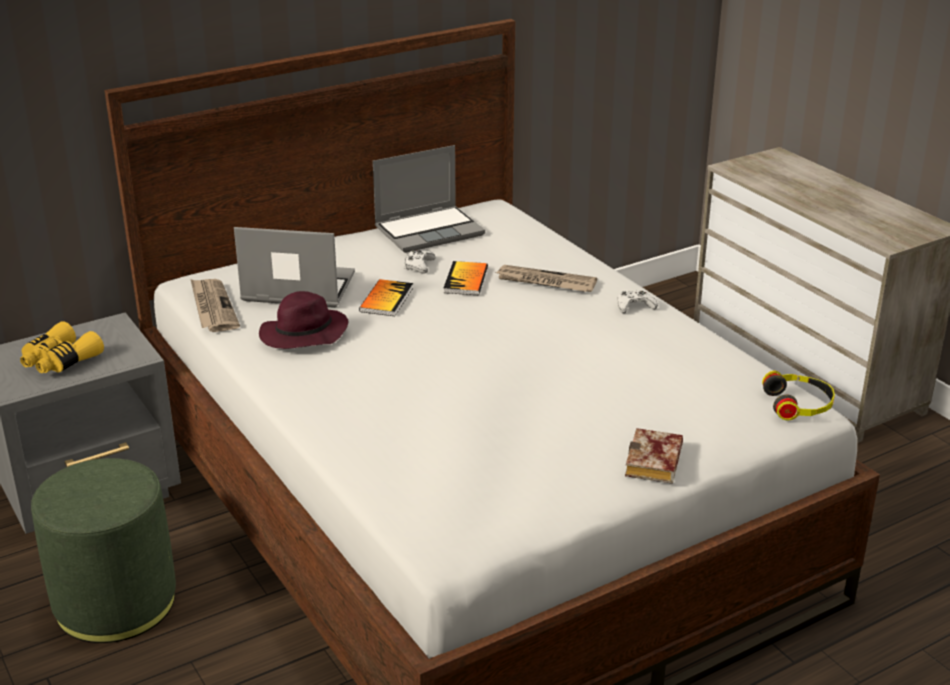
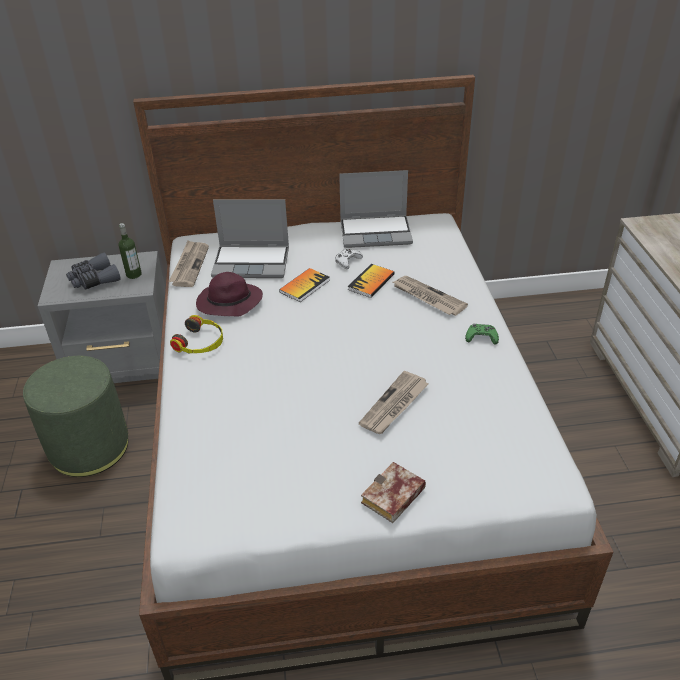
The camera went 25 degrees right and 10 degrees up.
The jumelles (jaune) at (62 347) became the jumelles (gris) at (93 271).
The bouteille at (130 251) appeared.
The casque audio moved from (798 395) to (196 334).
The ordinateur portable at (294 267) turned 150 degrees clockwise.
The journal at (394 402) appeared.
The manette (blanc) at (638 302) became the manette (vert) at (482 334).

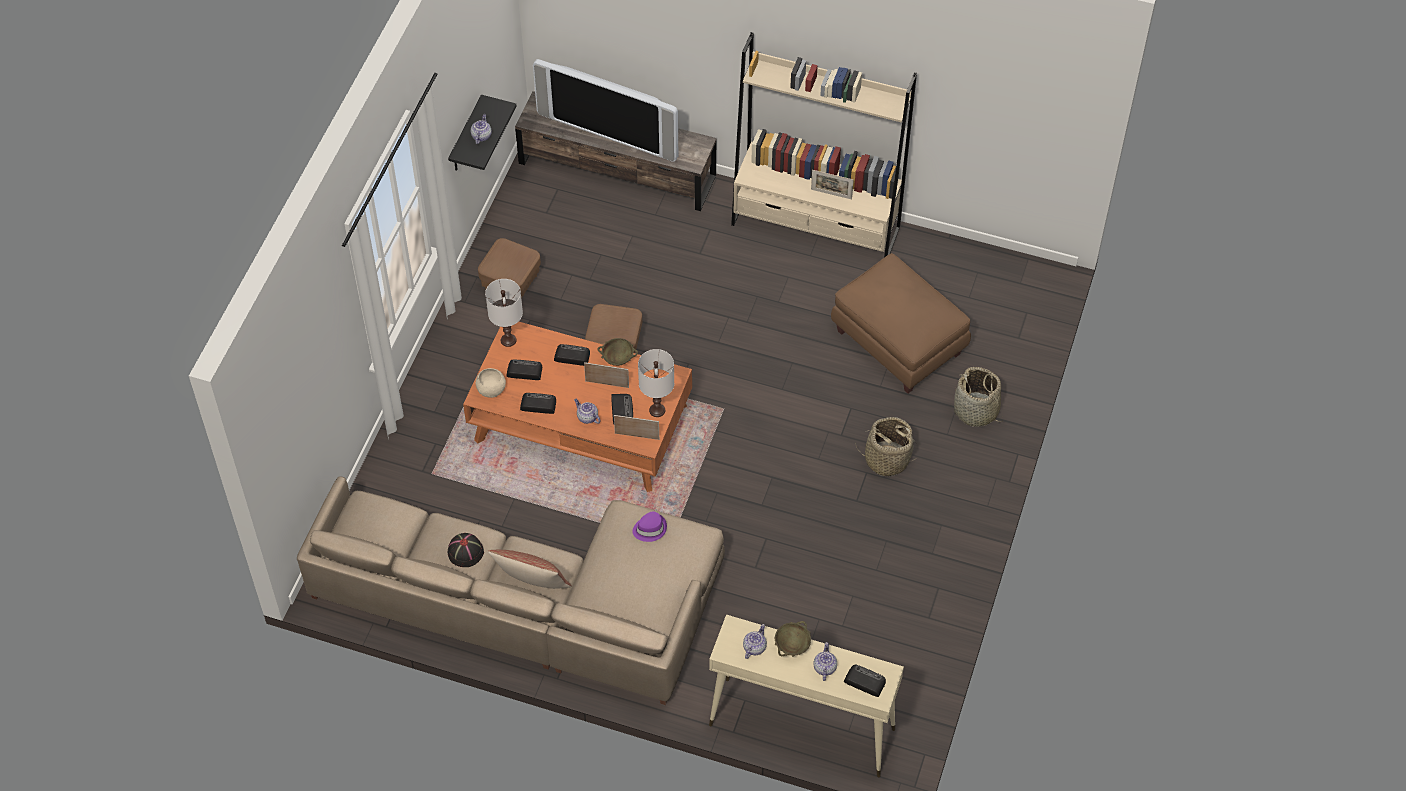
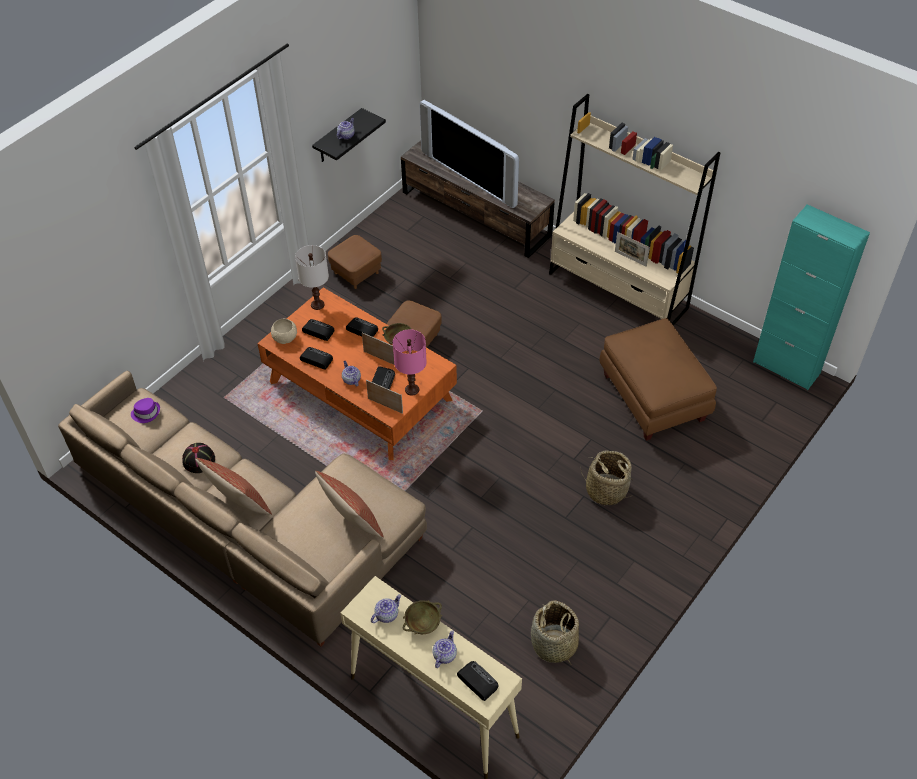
The camera went 20 degrees right and 5 degrees down.
The chapeau (violet) moved from (650 526) to (145 410).
The coussin at (349 504) appeared.
The lampe de table (blanc) at (656 383) became the lampe de table (rose) at (410 362).
The panier moved from (977 397) to (555 632).
The meuble de rangement (turquoise) at (811 297) appeared.

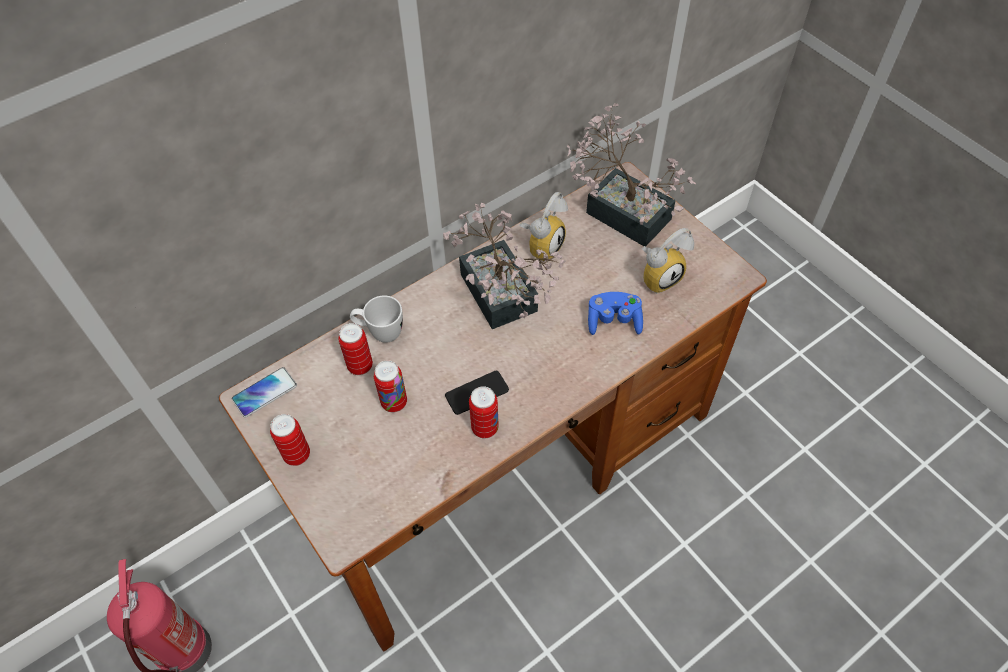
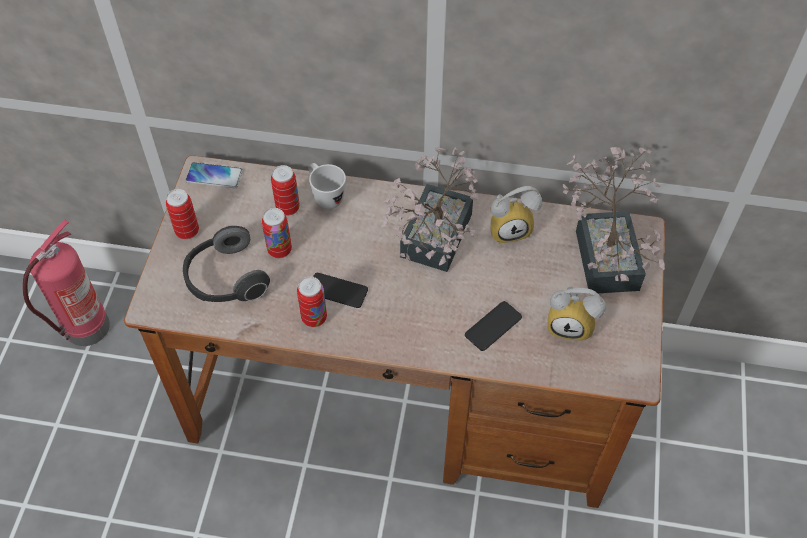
The camera went 45 degrees right and 0 degrees up.
The casque audio at (226 263) appeared.
The manette (bleu) at (615 313) was replaced by the téléphone at (493 326).

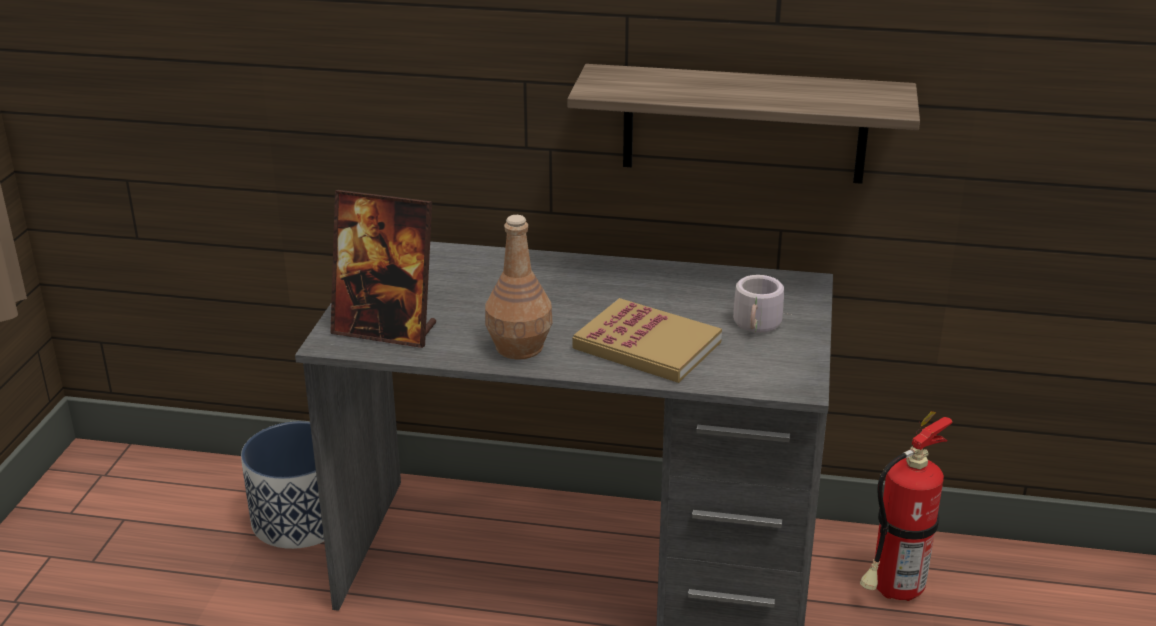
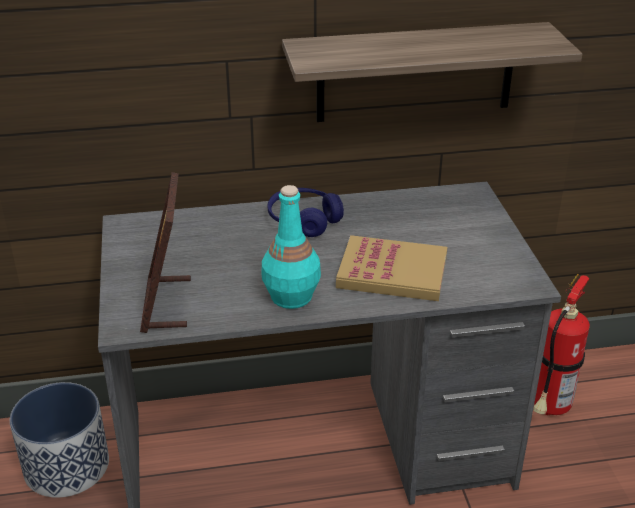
The camera went 20 degrees left and 5 degrees up.
The cadre photo at (383 269) turned 90 degrees clockwise.
The bouteille (marron) at (519 287) became the bouteille (turquoise) at (291 247).
The casque audio (bleu) at (306 212) appeared.
The mug (gris) at (762 304) disappeared.

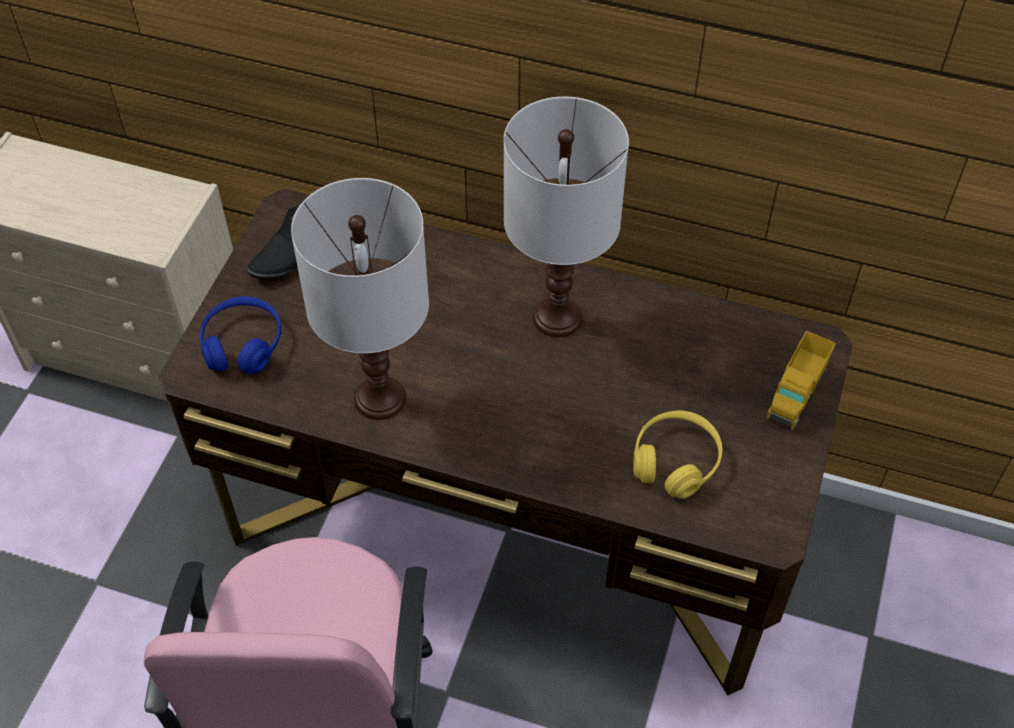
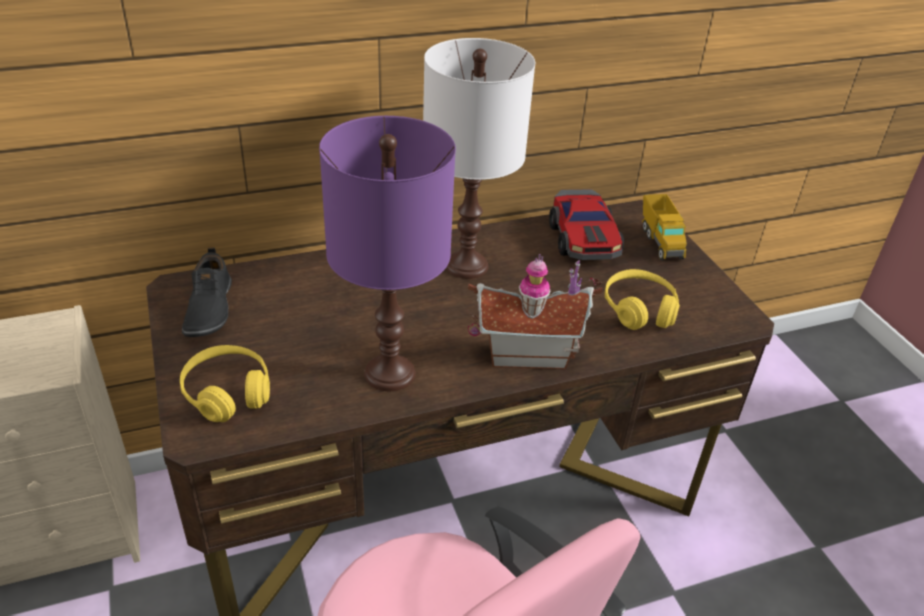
The camera went 40 degrees left and 15 degrees down.
The casque audio (bleu) at (241 335) became the casque audio (jaune) at (225 383).
The lampe de table (blanc) at (360 299) became the lampe de table (violet) at (387 253).
The maison miniature at (535 311) appeared.
The petite voiture at (586 224) appeared.

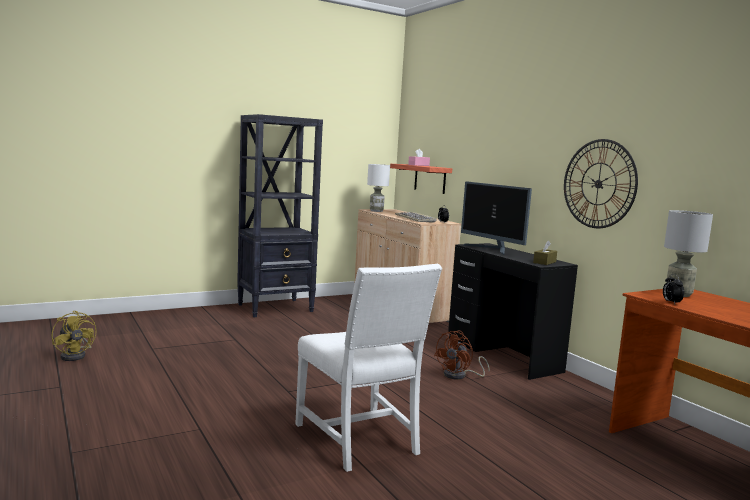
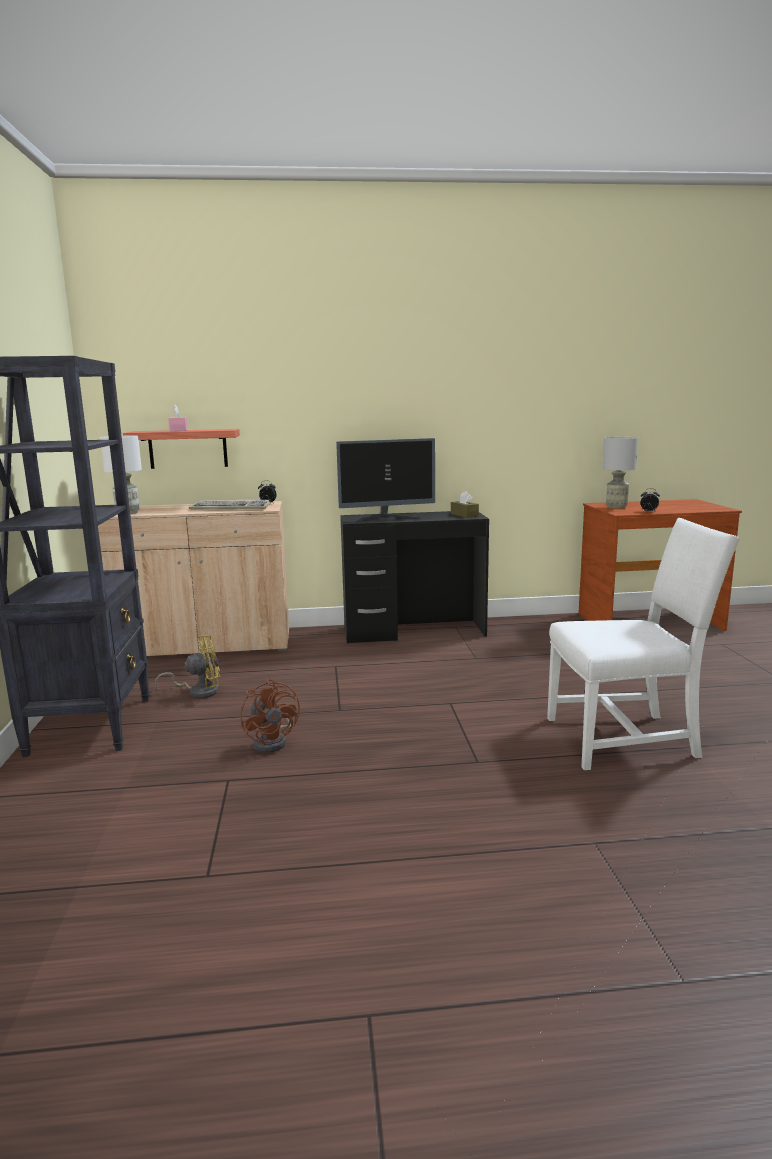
The camera went 65 degrees left and 5 degrees up.
The ventilateur (jaune) moved from (74 336) to (187 666).
The ventilateur (marron) moved from (462 355) to (270 716).
The horloge murale at (601 183) disappeared.

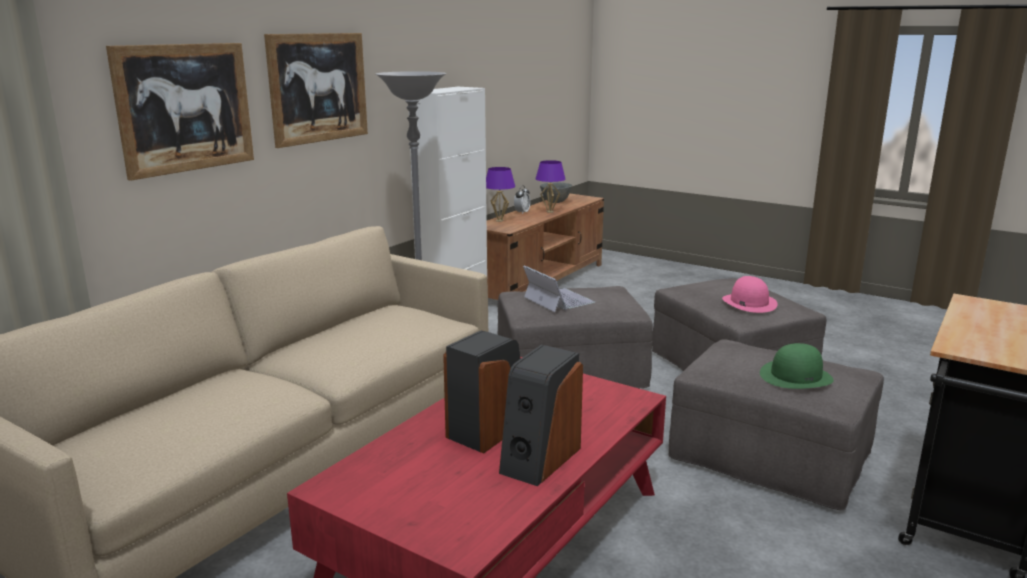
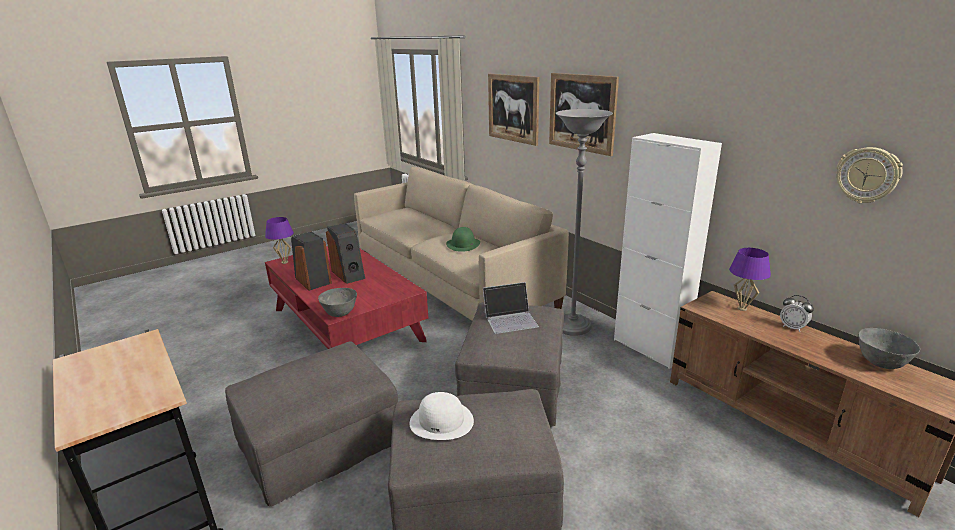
The camera went 110 degrees right and 5 degrees up.
The lampe de table (violet) moved from (550 186) to (279 240).
The bol (gris) at (337 302) appeared.
The chapeau (rose) at (750 294) became the chapeau (blanc) at (441 416).
The chapeau (vert) moved from (797 366) to (463 239).
The horloge murale at (869 175) appeared.

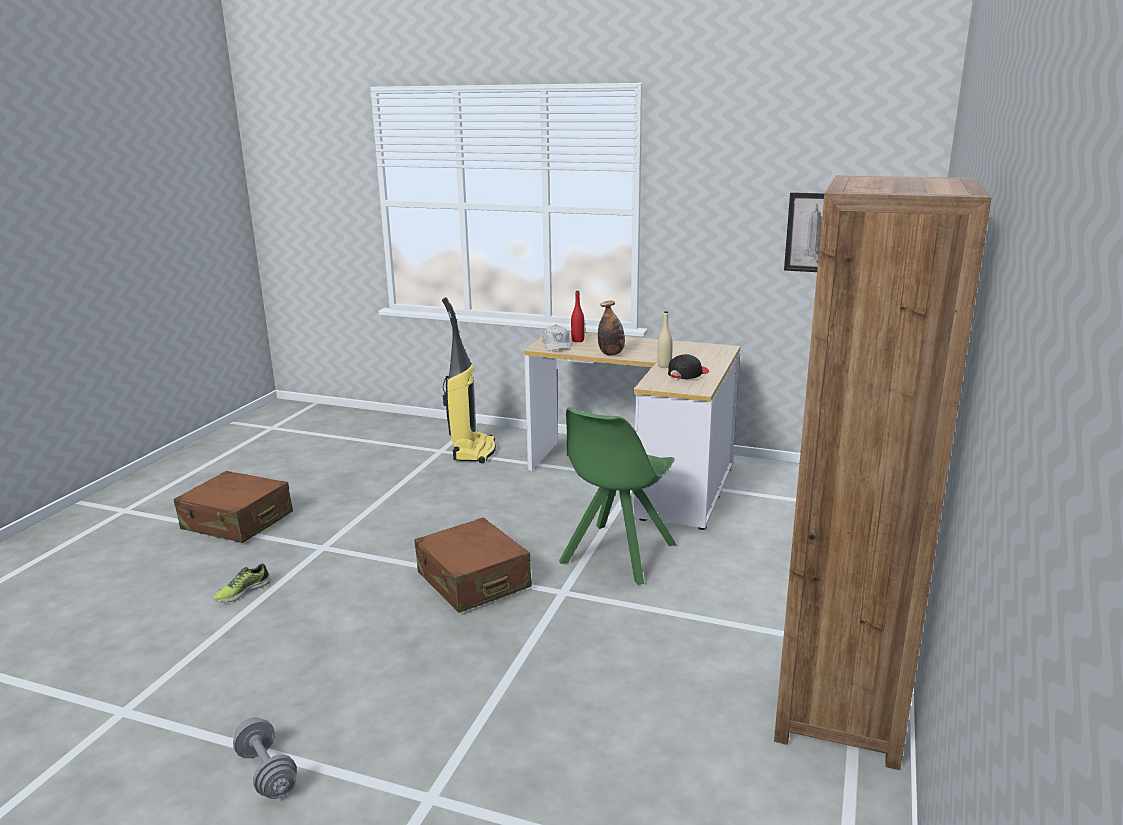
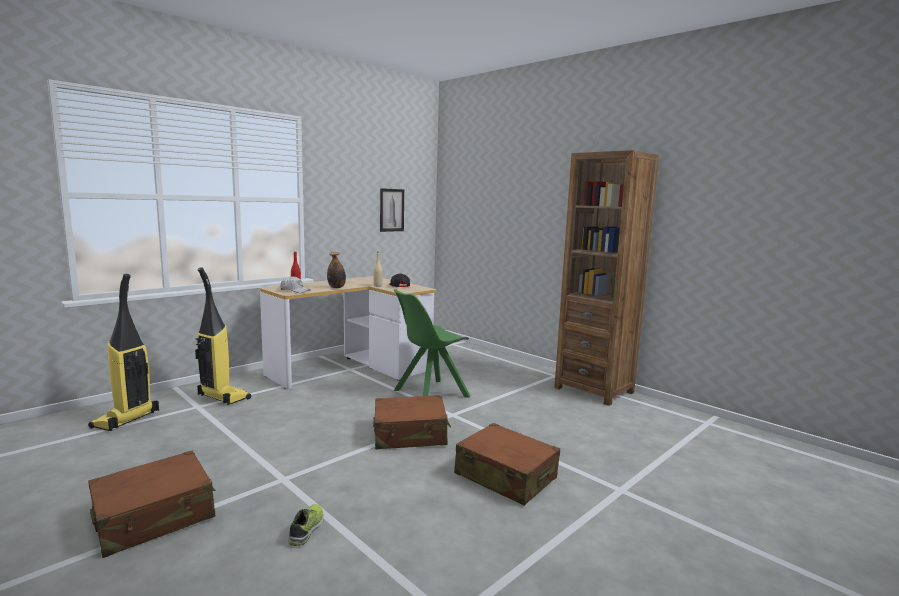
The camera went 65 degrees left and 10 degrees down.
The aspirateur at (123 352) appeared.
The chaussure at (242 583) turned 150 degrees counterclockwise.
The chaise (vert) at (617 496) turned 90 degrees clockwise.
The valise (marron) at (507 464) appeared.
The haltère (gris) at (265 758) disappeared.

